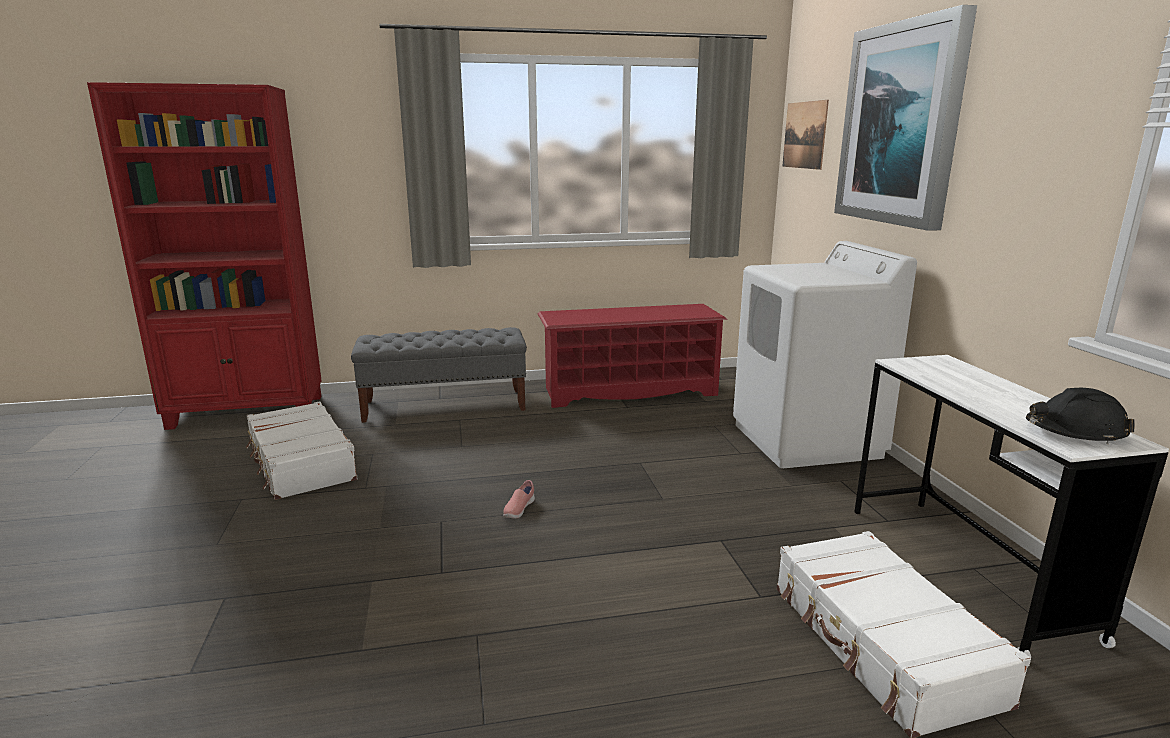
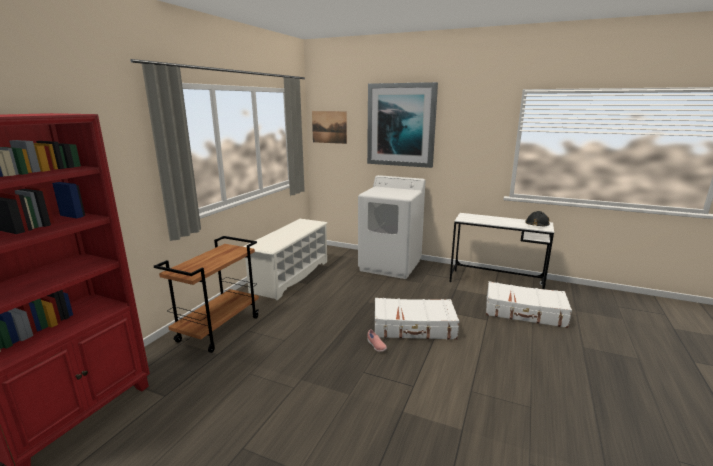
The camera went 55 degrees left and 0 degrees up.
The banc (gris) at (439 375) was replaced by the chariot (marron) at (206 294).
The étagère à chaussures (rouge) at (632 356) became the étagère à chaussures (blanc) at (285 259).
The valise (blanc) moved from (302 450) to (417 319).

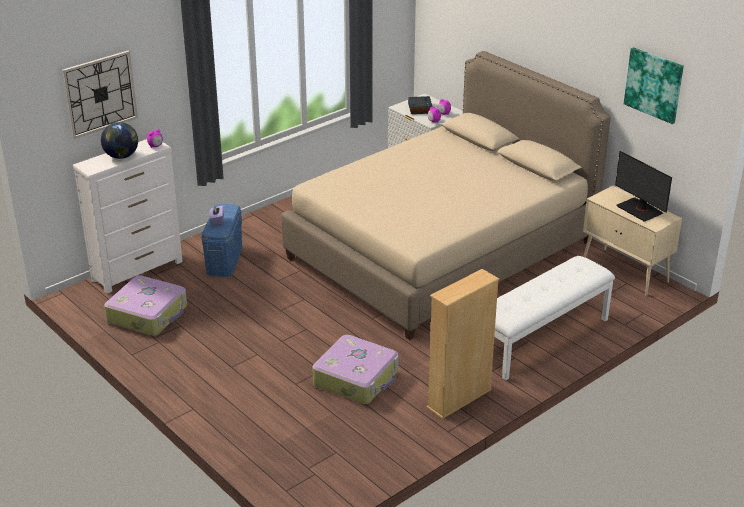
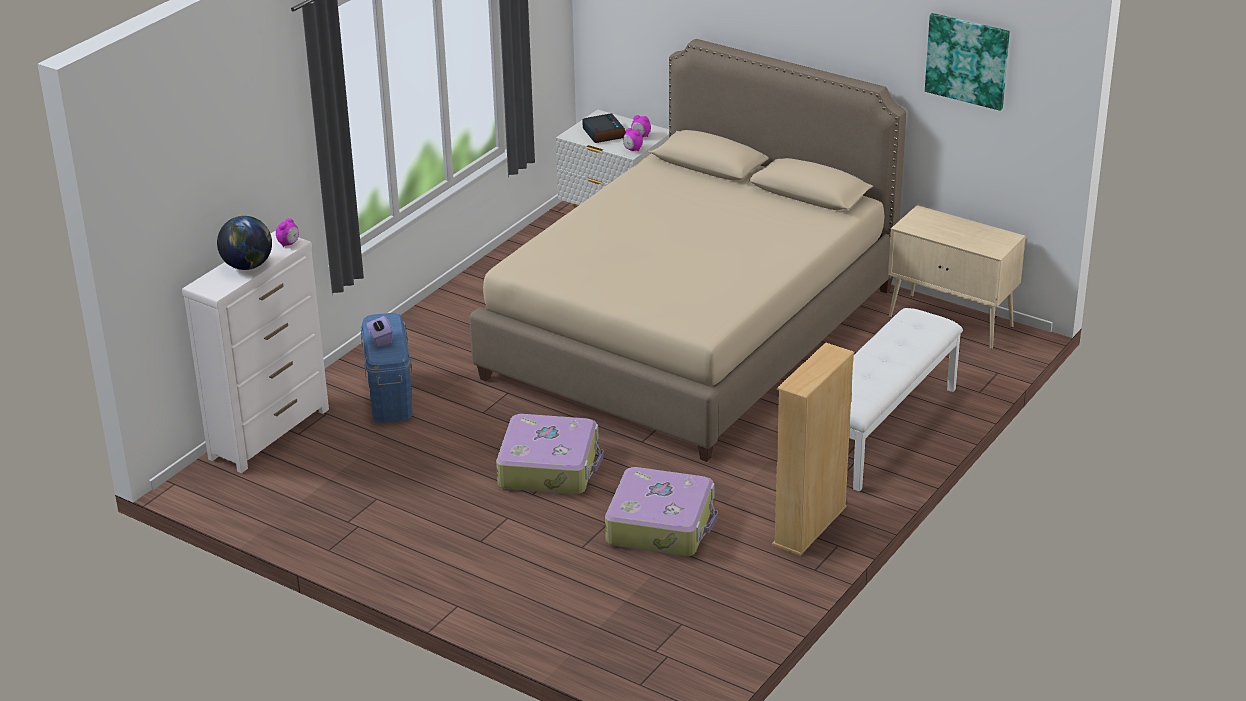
The camera went 15 degrees left and 0 degrees up.
The valise moved from (145 305) to (550 454).
The horloge murale at (100 95) disappeared.
The écran d'ordinateur at (643 186) disappeared.

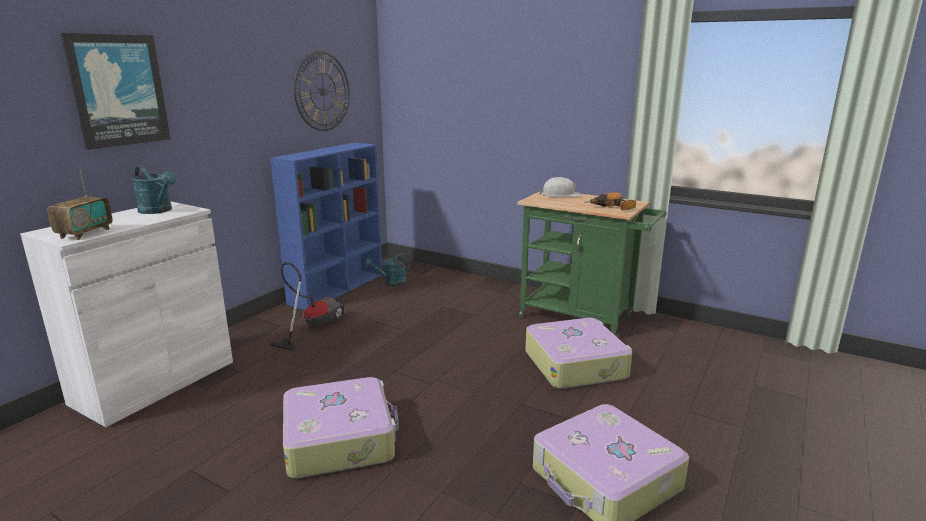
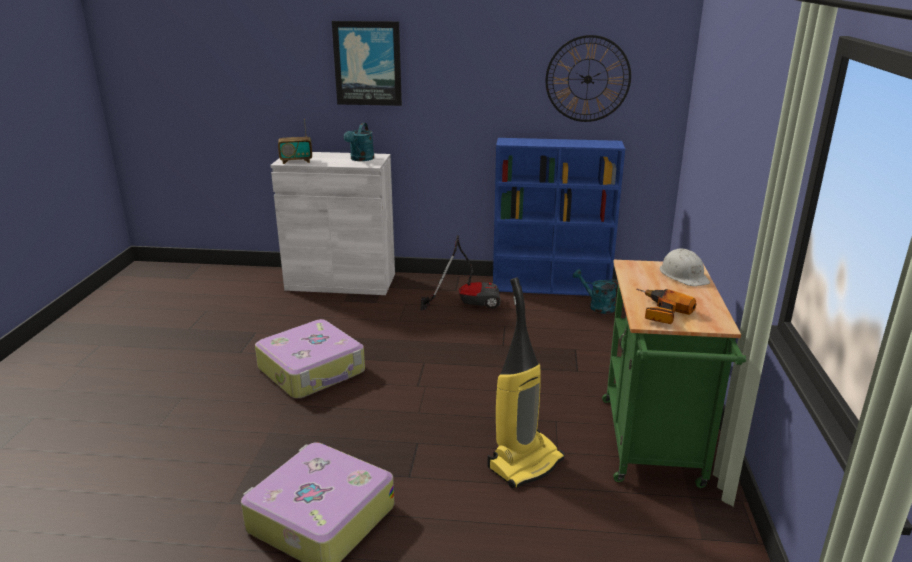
The camera went 65 degrees right and 5 degrees up.
The valise at (578 353) was replaced by the aspirateur at (526 383).

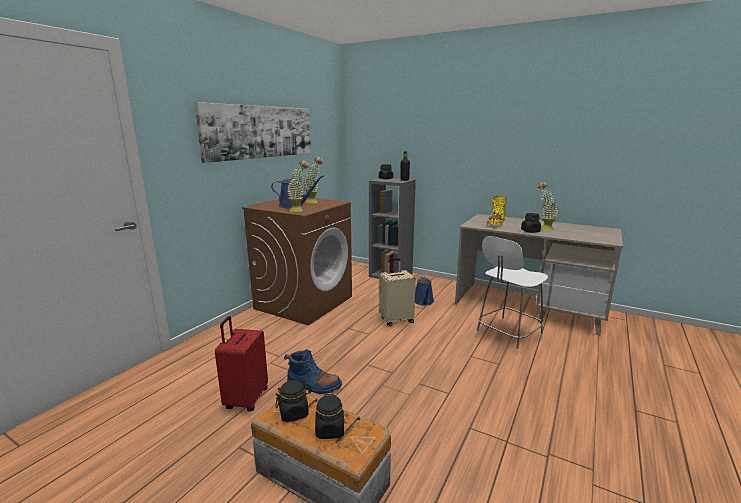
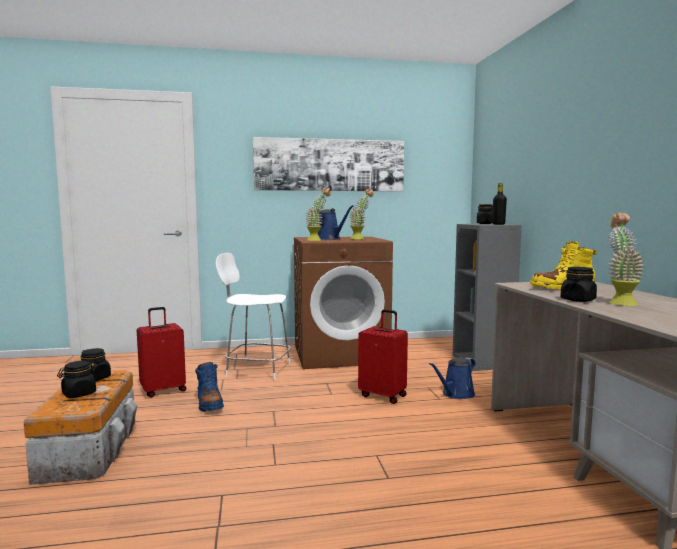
The camera went 50 degrees right and 10 degrees down.
The chaise (blanc) moved from (512 296) to (253 316).
The valise (beige) at (397 292) became the valise (rouge) at (383 357).

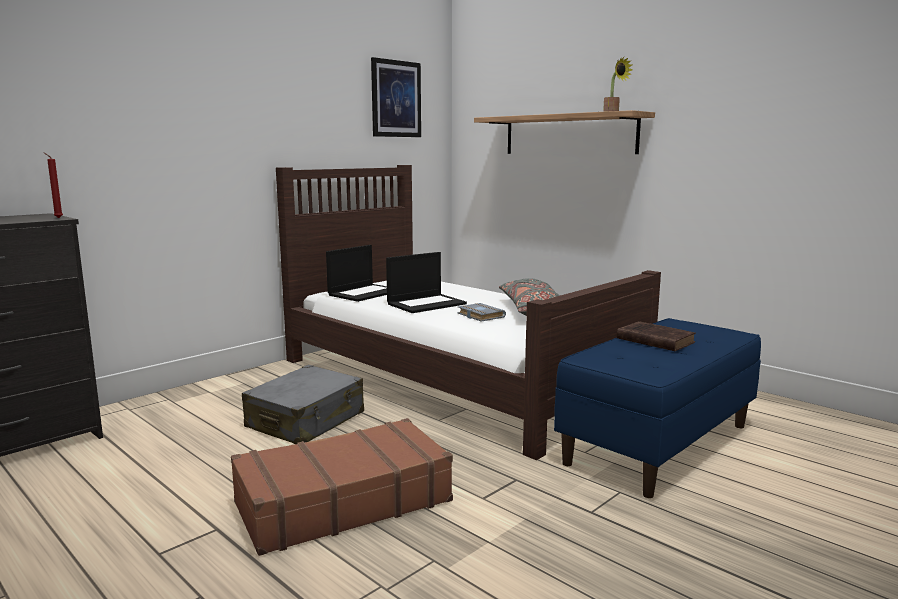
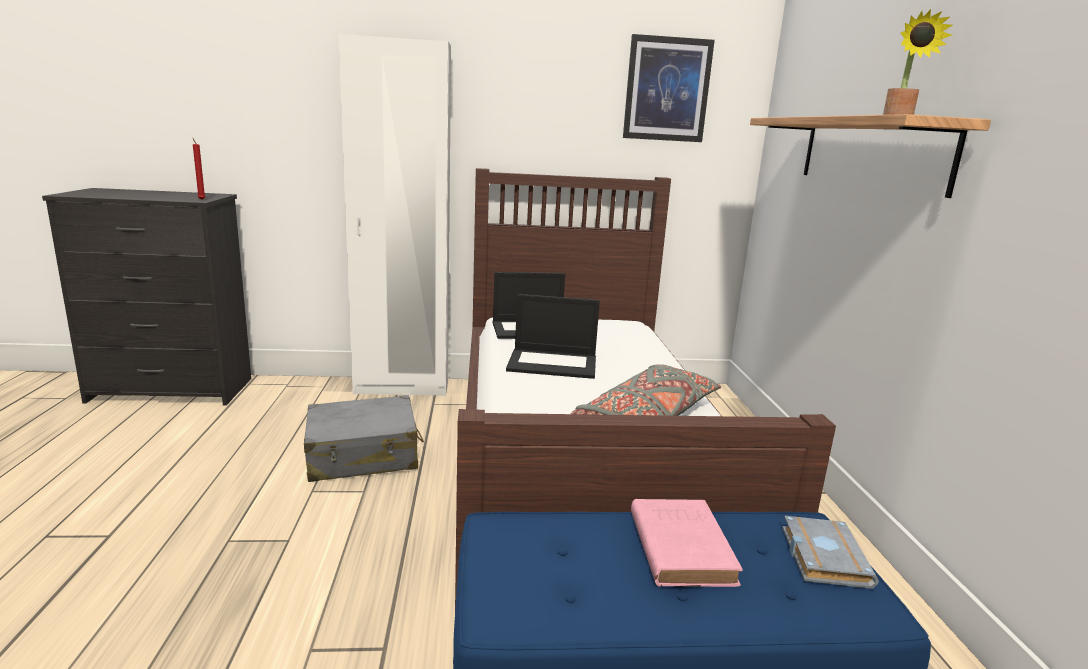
The camera went 40 degrees right and 5 degrees up.
The armoire (blanc) at (394 215) appeared.
The livre (marron) at (656 336) became the livre (rose) at (687 543).
The livre (gris) moved from (481 312) to (830 552).
The valise (marron) at (342 487) disappeared.

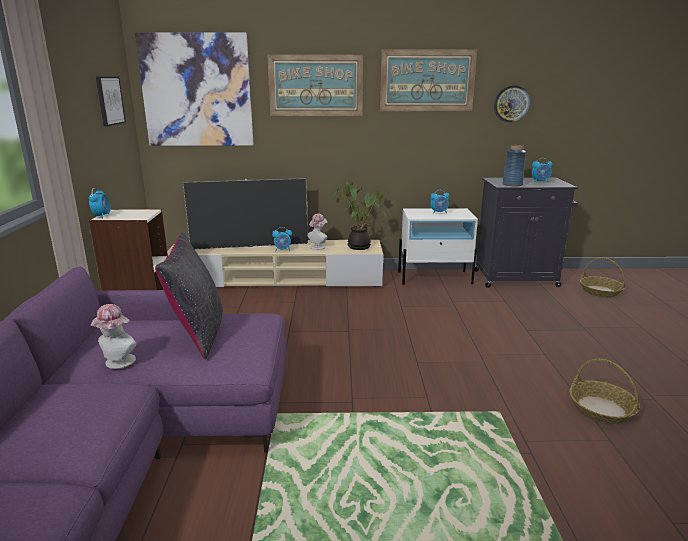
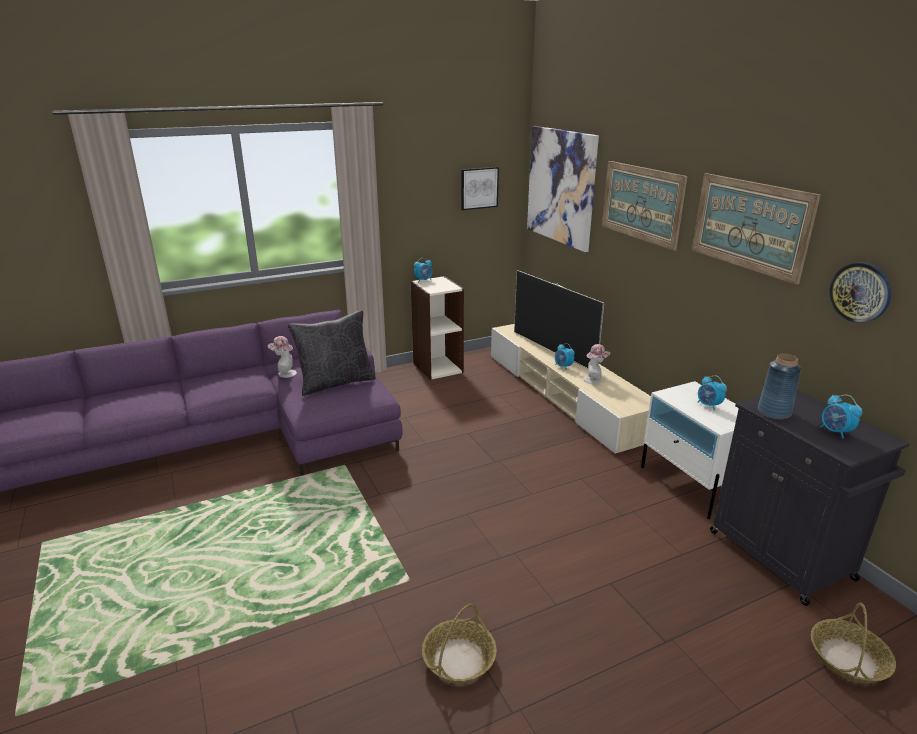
The camera went 65 degrees right and 5 degrees up.
The plante en pot at (359 215) disappeared.

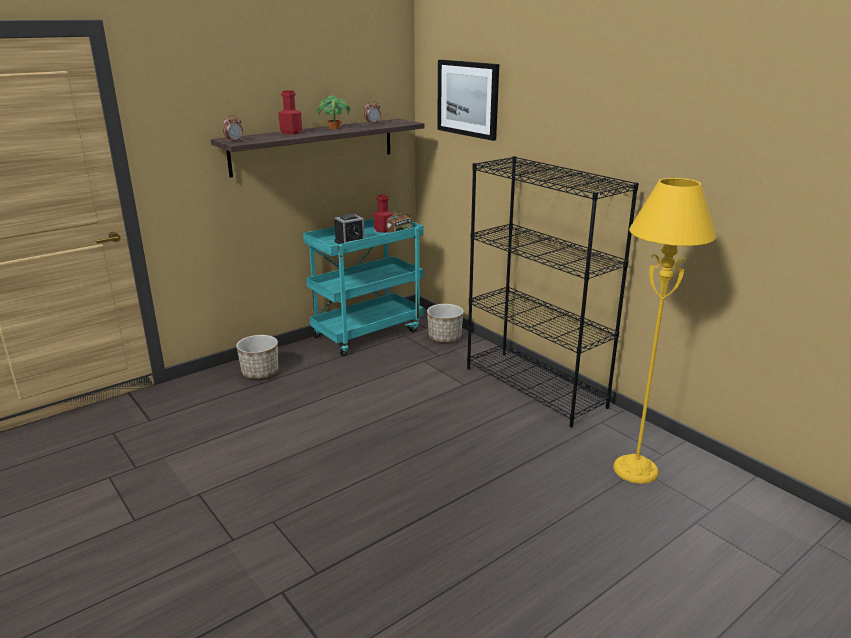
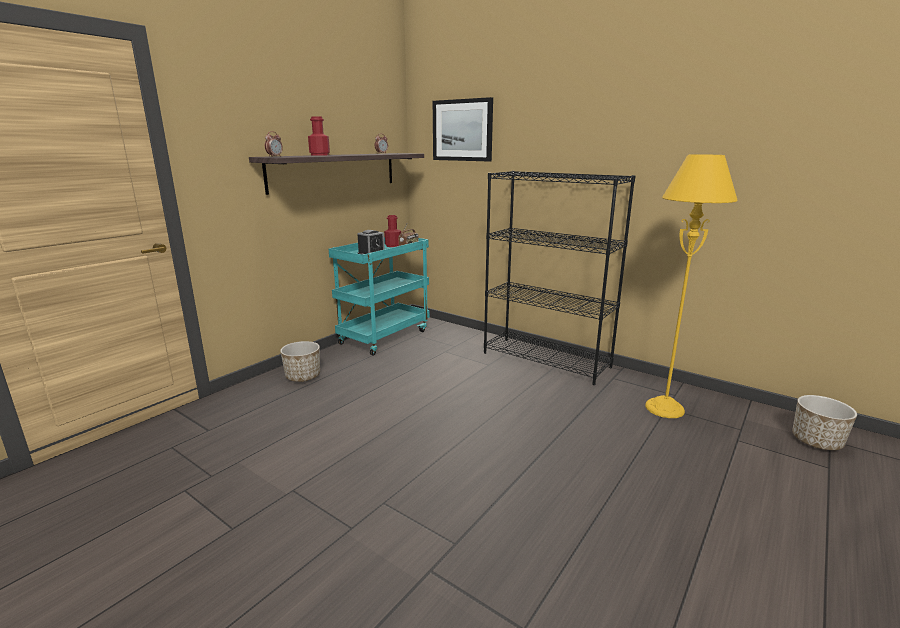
The camera went 15 degrees left and 5 degrees down.
The cache-pot moved from (445 323) to (824 422).
The plante en pot at (333 112) disappeared.

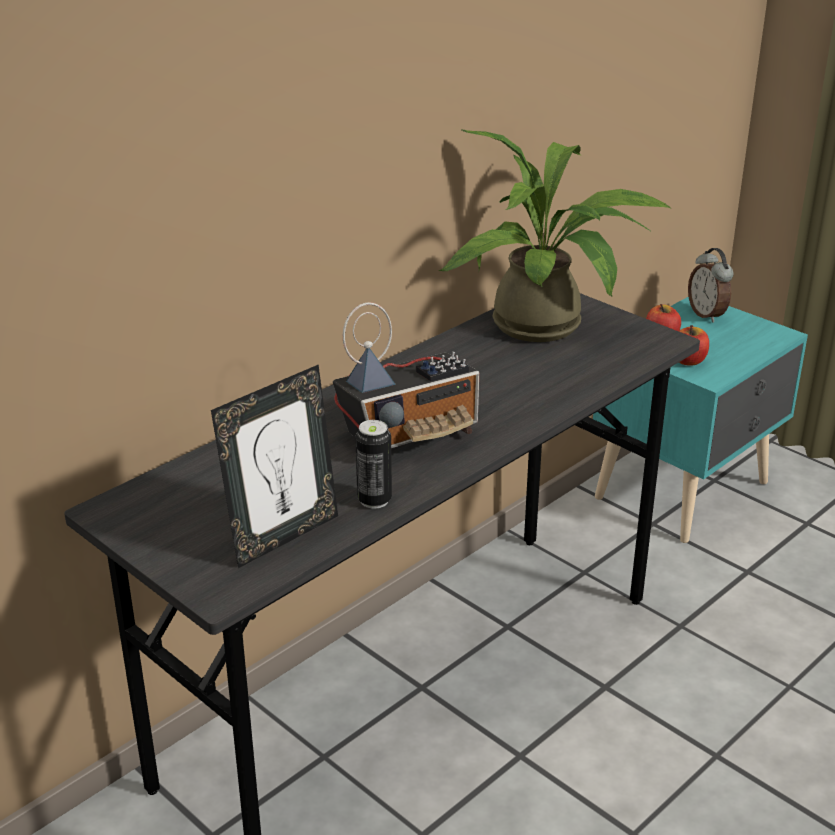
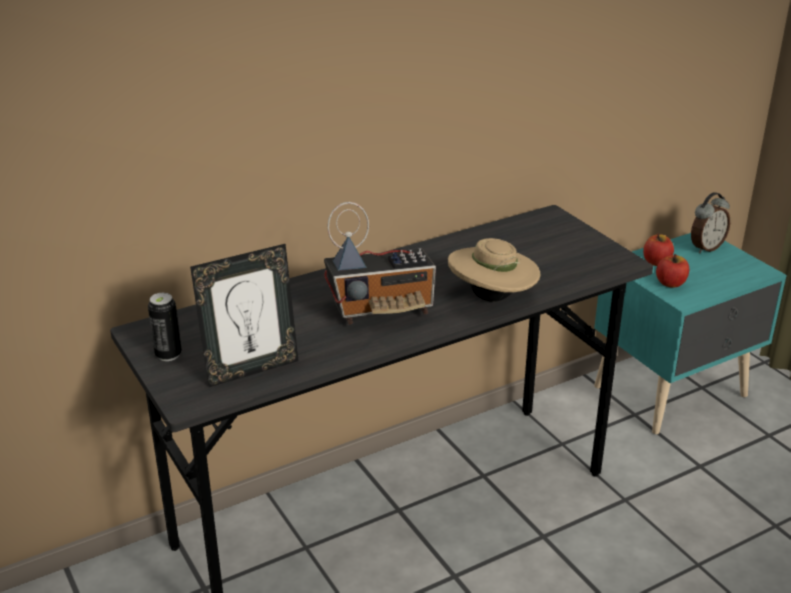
The camera went 15 degrees right and 0 degrees up.
The boîte métallique moved from (373 464) to (165 327).
The chapeau (beige) at (494 270) appeared.
The réveil at (710 285) turned 120 degrees counterclockwise.
The plante en pot at (555 236) disappeared.

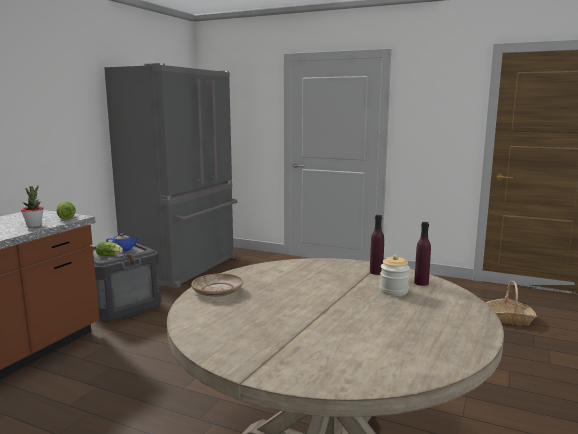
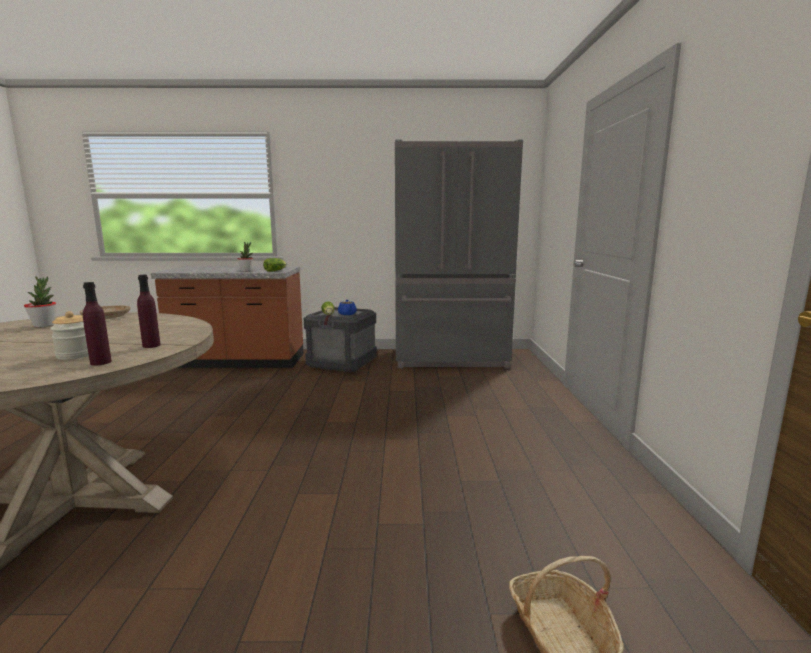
The camera went 65 degrees right and 0 degrees up.
The plante en pot at (40 301) appeared.

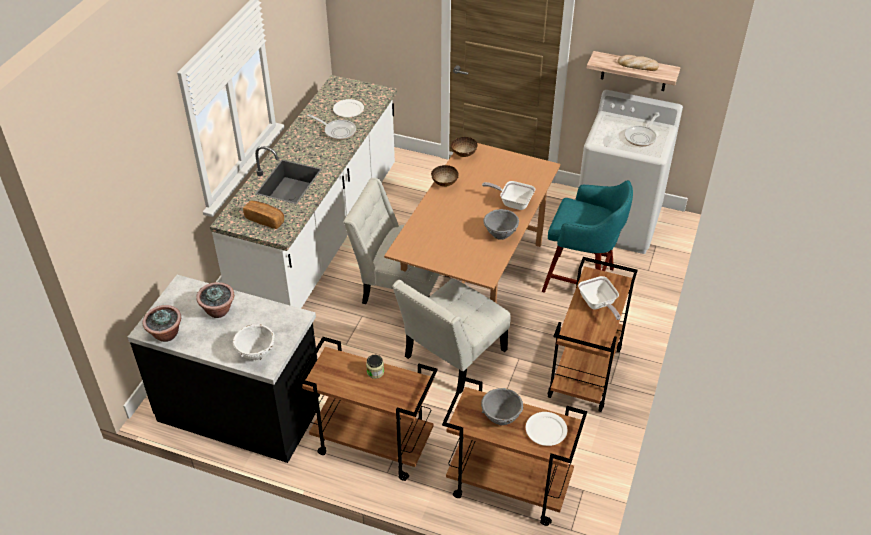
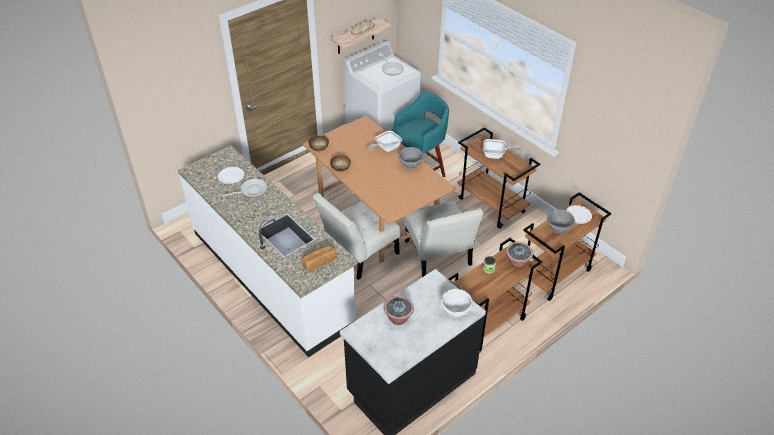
The camera went 60 degrees left and 0 degrees up.
The plante en pot moved from (162 323) to (519 255).

